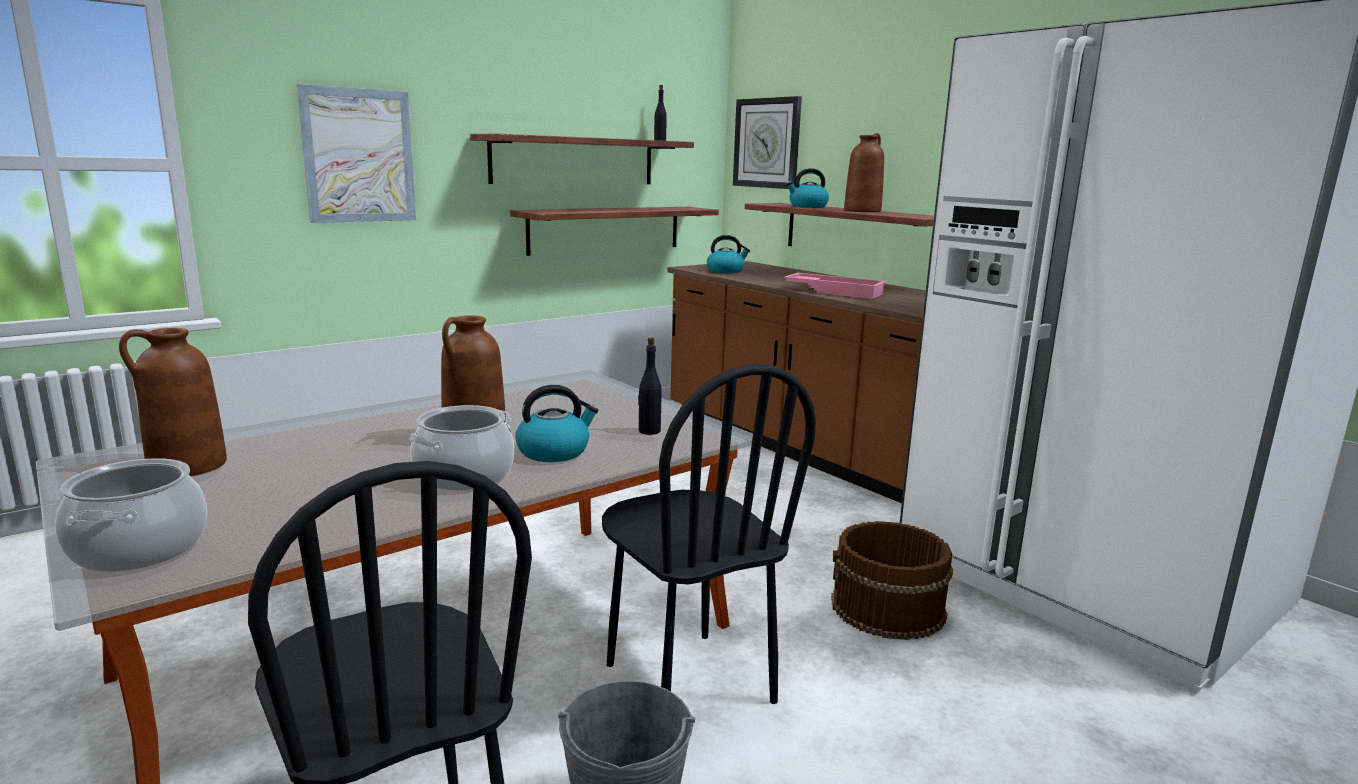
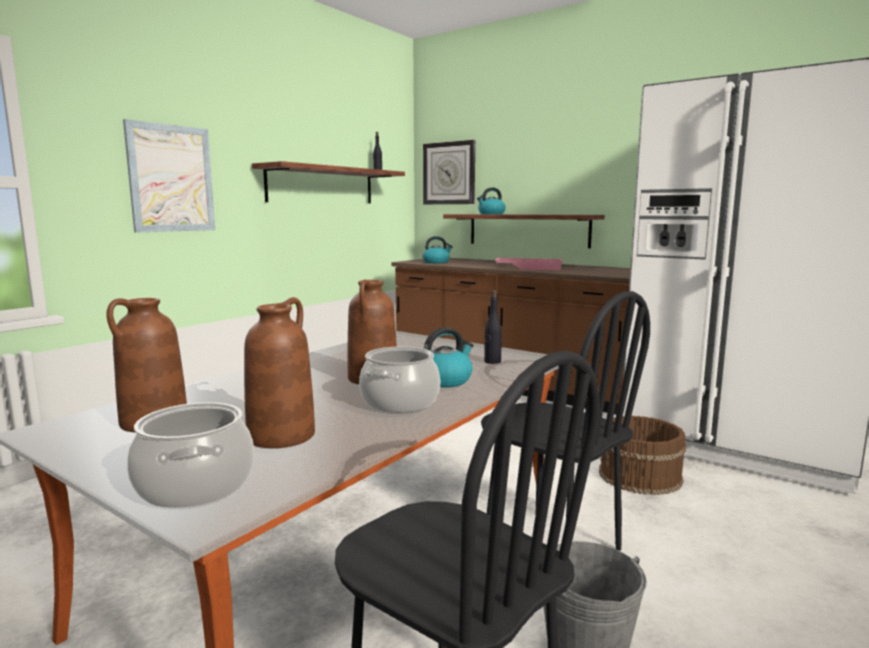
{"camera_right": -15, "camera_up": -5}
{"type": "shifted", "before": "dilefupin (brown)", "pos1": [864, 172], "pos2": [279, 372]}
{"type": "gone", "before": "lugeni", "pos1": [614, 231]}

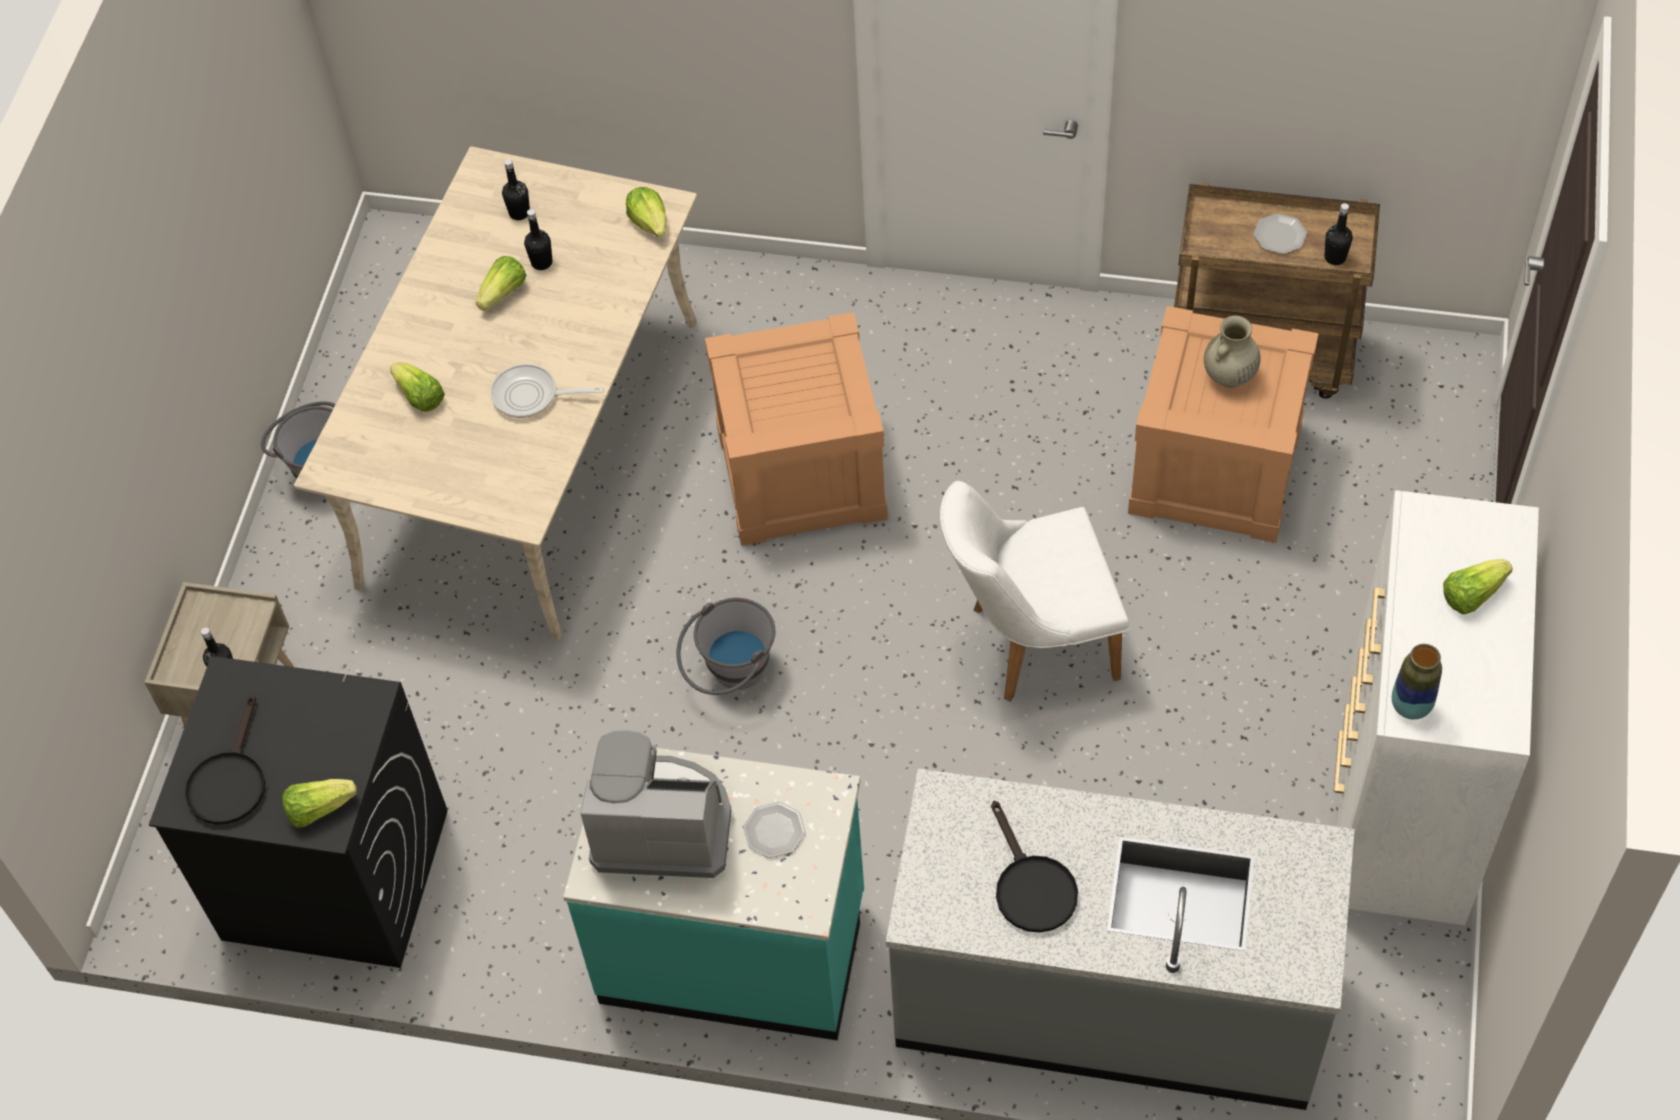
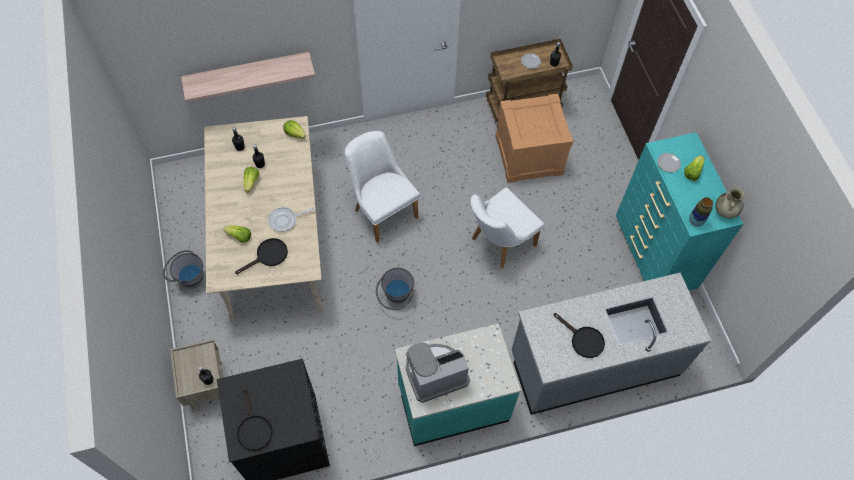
{"camera_right": -30, "camera_up": 5}
{"type": "swapped", "before": "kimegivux", "after": "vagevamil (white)", "pos1": [796, 429], "pos2": [382, 187]}
{"type": "shifted", "before": "dilefupin (beige)", "pos1": [1232, 352], "pos2": [730, 203]}
{"type": "repainted", "before": "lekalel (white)", "after": "lekalel (turquoise)", "pos1": [1436, 707], "pos2": [679, 211]}
{"type": "gone", "before": "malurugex", "pos1": [319, 803]}
{"type": "shifted", "before": "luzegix", "pos1": [774, 830], "pos2": [669, 163]}
{"type": "new", "after": "lugeni", "pos2": [248, 77]}
{"type": "new", "after": "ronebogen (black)", "pos2": [261, 256]}

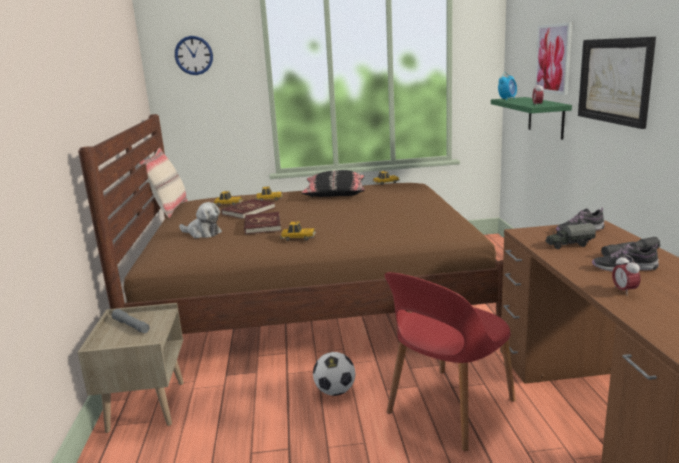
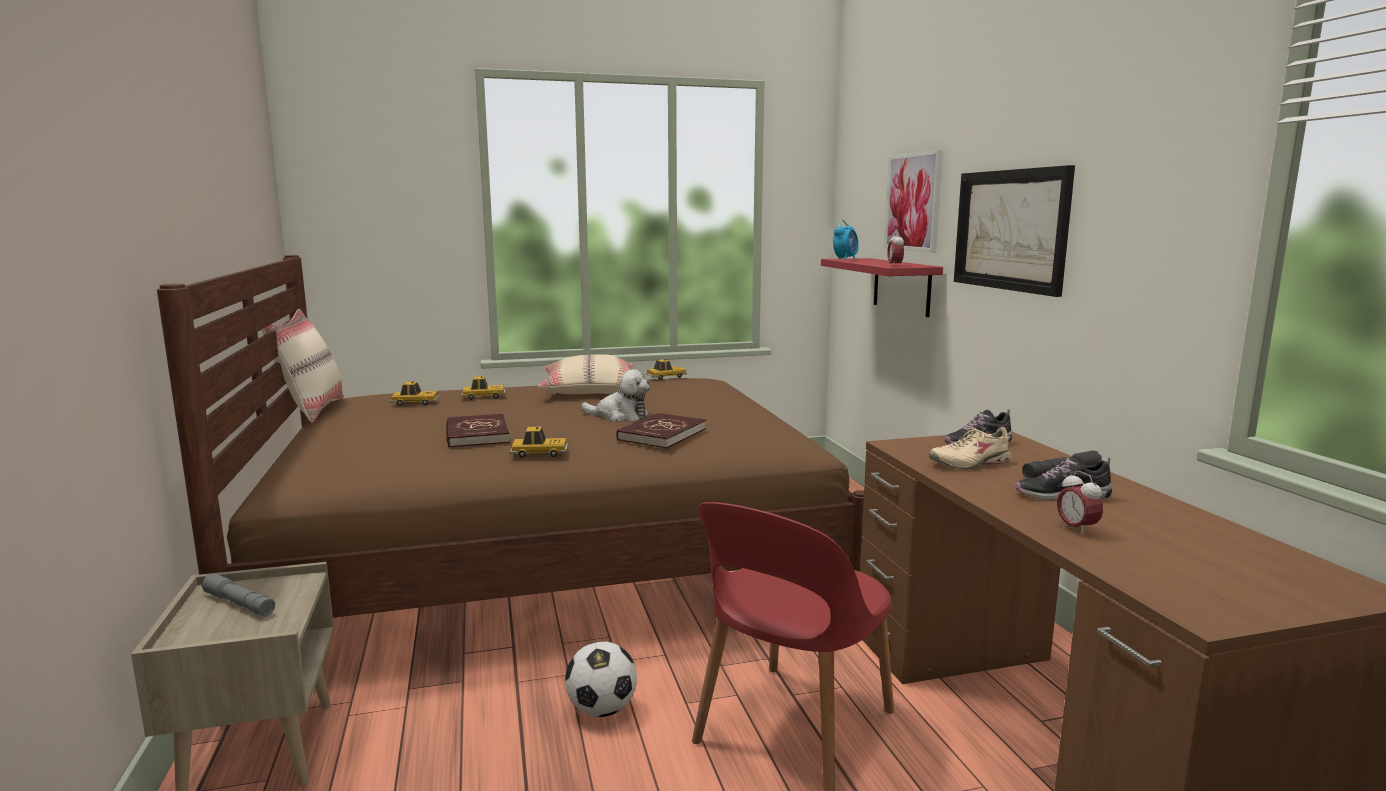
{"camera_right": -10, "camera_up": -5}
{"type": "gone", "before": "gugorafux", "pos1": [194, 55]}
{"type": "repainted", "before": "lugeni (green)", "after": "lugeni (red)", "pos1": [531, 118], "pos2": [882, 287]}
{"type": "repainted", "before": "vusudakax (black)", "after": "vusudakax (beige)", "pos1": [333, 183], "pos2": [586, 374]}
{"type": "shifted", "before": "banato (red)", "pos1": [248, 209], "pos2": [661, 430]}
{"type": "shifted", "before": "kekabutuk", "pos1": [200, 220], "pos2": [615, 395]}
{"type": "swapped", "before": "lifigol", "after": "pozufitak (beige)", "pos1": [570, 236], "pos2": [970, 448]}

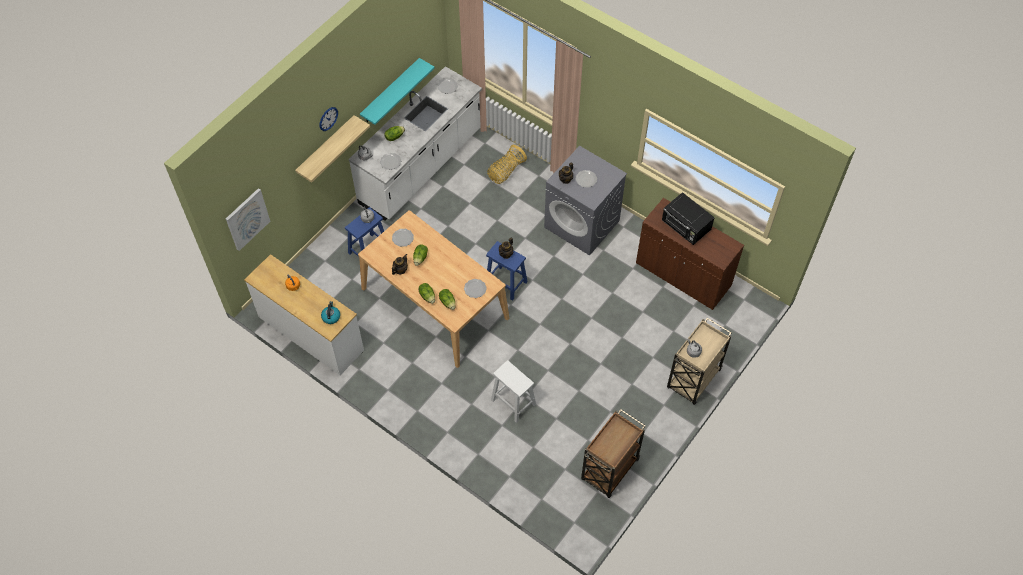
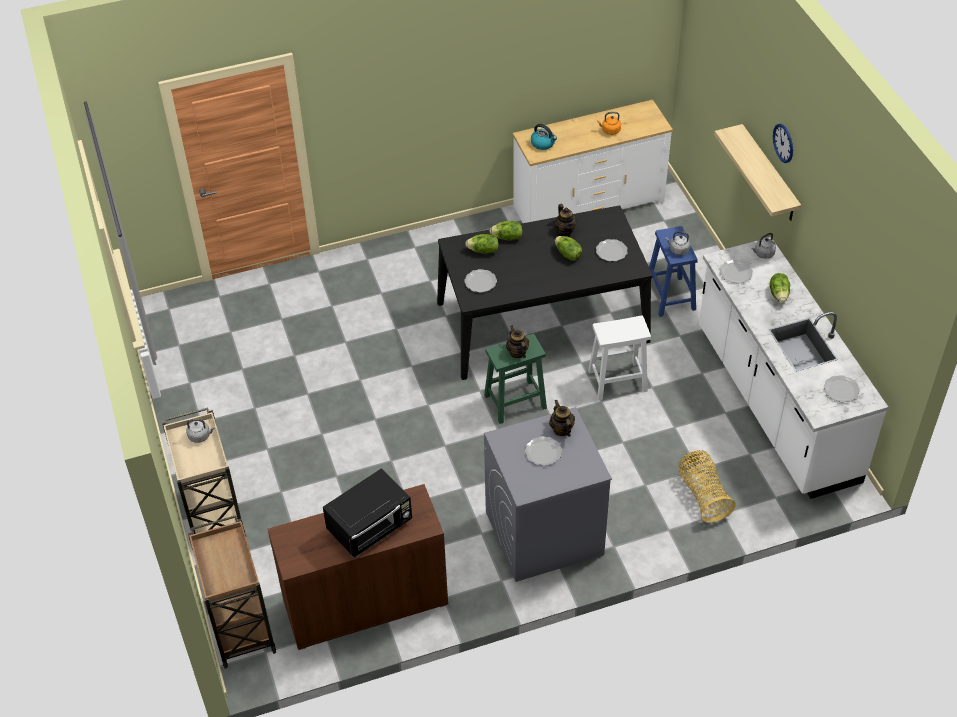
{"camera_right": 125, "camera_up": -10}
{"type": "gone", "before": "lugeni (turquoise)", "pos1": [397, 91]}
{"type": "gone", "before": "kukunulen", "pos1": [248, 219]}
{"type": "rotated", "before": "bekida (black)", "pos1": [688, 218], "pos2": [367, 513], "turn": 150}
{"type": "repainted", "before": "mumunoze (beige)", "after": "mumunoze (black)", "pos1": [433, 289], "pos2": [544, 292]}
{"type": "repainted", "before": "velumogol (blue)", "after": "velumogol (green)", "pos1": [507, 271], "pos2": [515, 379]}
{"type": "shifted", "before": "velumogol (white)", "pos1": [513, 391], "pos2": [619, 357]}
{"type": "shifted", "before": "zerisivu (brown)", "pos1": [613, 453], "pos2": [232, 591]}

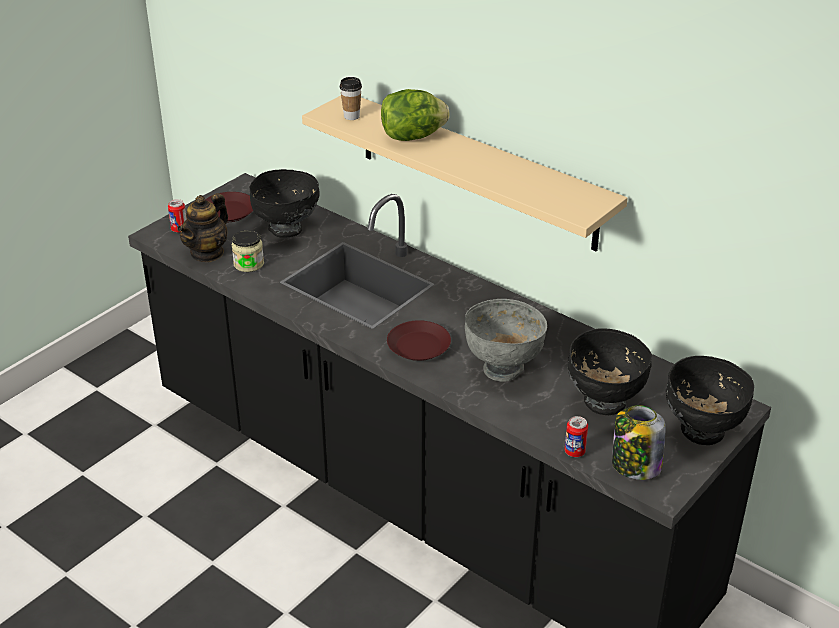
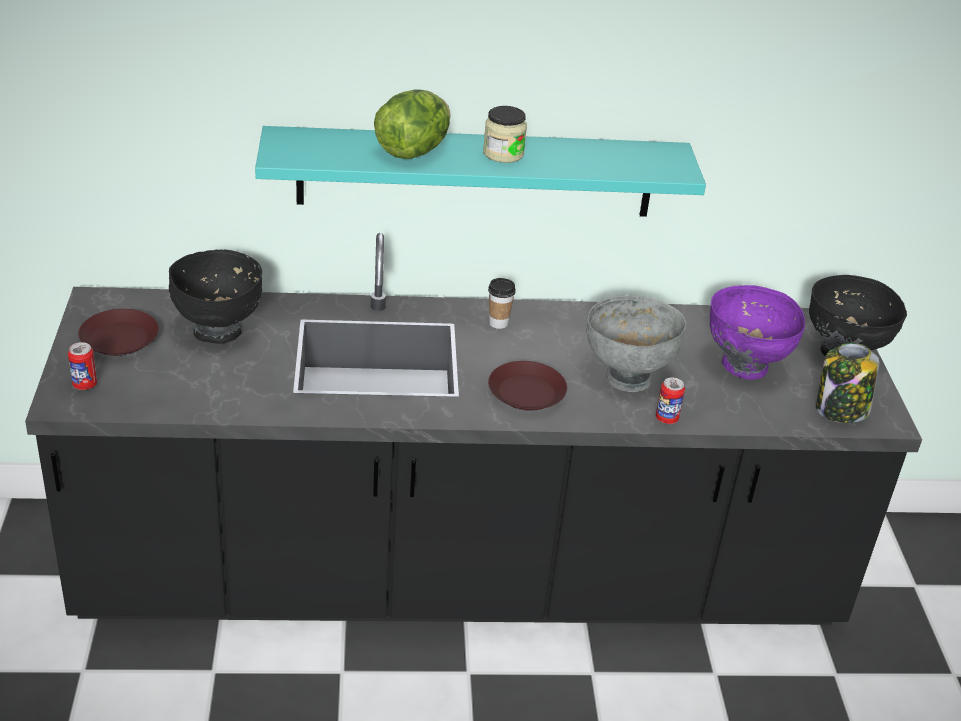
{"camera_right": -45, "camera_up": 0}
{"type": "shifted", "before": "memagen", "pos1": [351, 98], "pos2": [502, 303]}
{"type": "repainted", "before": "lugeni (beige)", "after": "lugeni (turquoise)", "pos1": [465, 173], "pos2": [480, 171]}
{"type": "gone", "before": "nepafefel", "pos1": [202, 227]}
{"type": "shifted", "before": "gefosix", "pos1": [247, 251], "pos2": [505, 134]}
{"type": "repainted", "before": "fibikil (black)", "after": "fibikil (purple)", "pos1": [610, 371], "pos2": [757, 332]}
{"type": "shifted", "before": "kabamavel", "pos1": [576, 436], "pos2": [670, 400]}

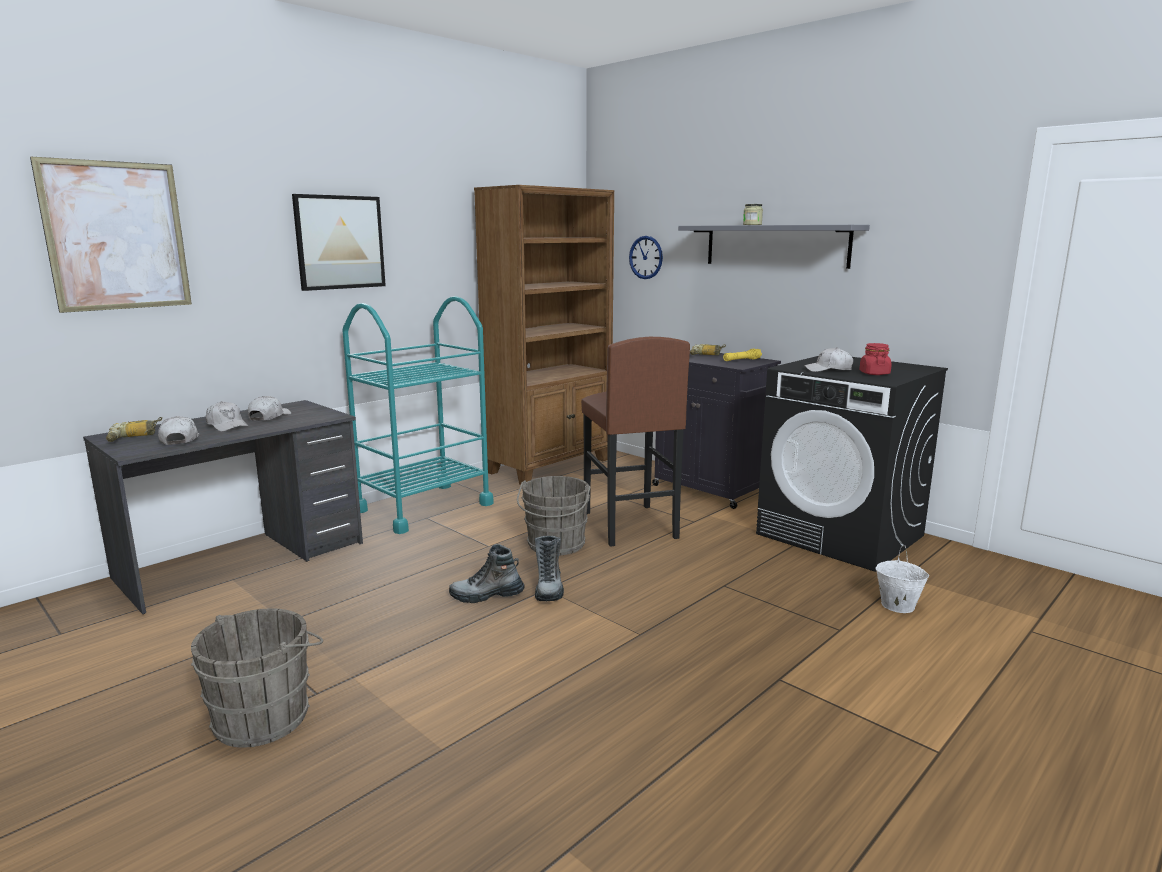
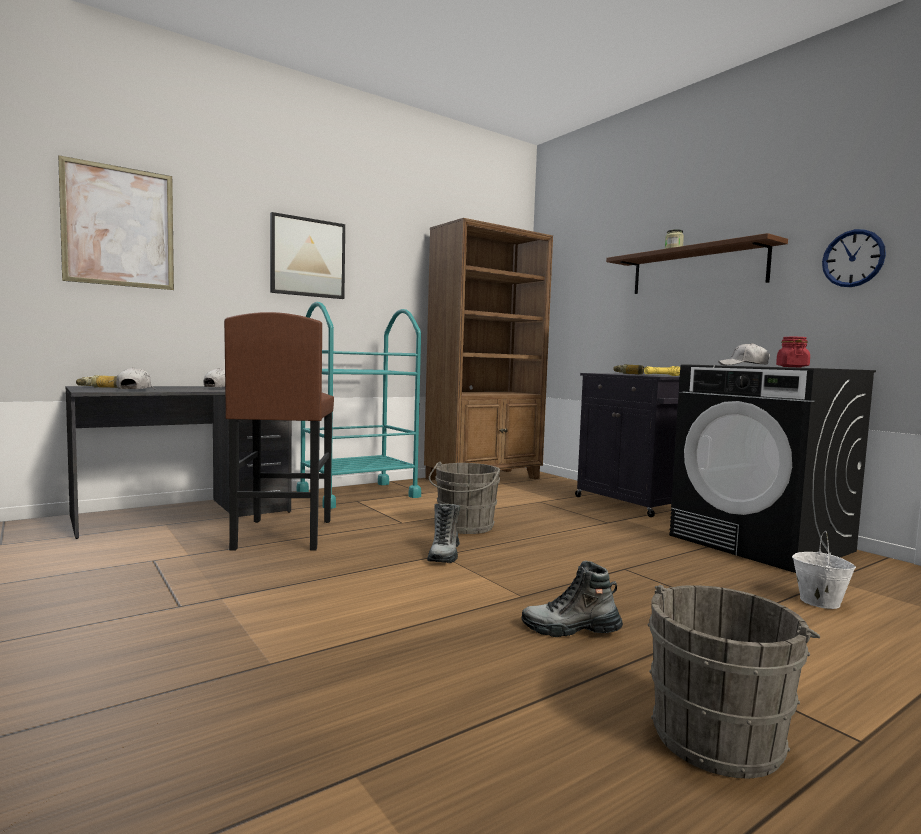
{"camera_right": 10, "camera_up": -10}
{"type": "repainted", "before": "lugeni (grey)", "after": "lugeni (brown)", "pos1": [774, 247], "pos2": [697, 263]}
{"type": "shifted", "before": "gugorafux", "pos1": [646, 257], "pos2": [854, 258]}
{"type": "shifted", "before": "velumogol (brown)", "pos1": [635, 442], "pos2": [279, 431]}
{"type": "gone", "before": "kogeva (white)", "pos1": [227, 416]}
{"type": "shifted", "before": "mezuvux", "pos1": [487, 573], "pos2": [572, 599]}
{"type": "shifted", "before": "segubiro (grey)", "pos1": [257, 678], "pos2": [734, 682]}

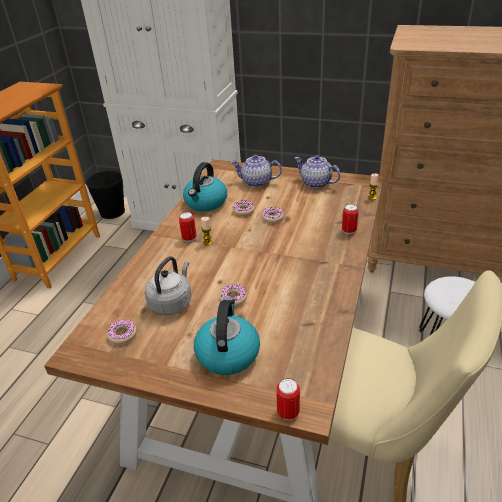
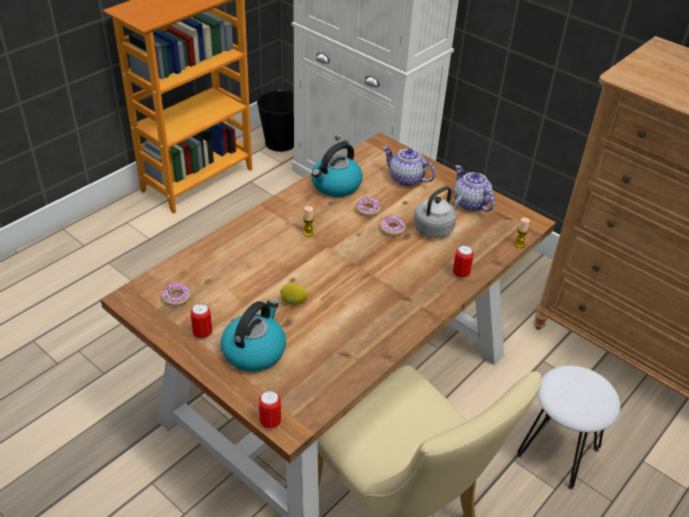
{"camera_right": 20, "camera_up": 5}
{"type": "shifted", "before": "kabamavel", "pos1": [188, 227], "pos2": [201, 321]}
{"type": "shifted", "before": "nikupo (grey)", "pos1": [168, 285], "pos2": [438, 212]}
{"type": "swapped", "before": "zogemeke", "after": "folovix", "pos1": [233, 295], "pos2": [294, 294]}

